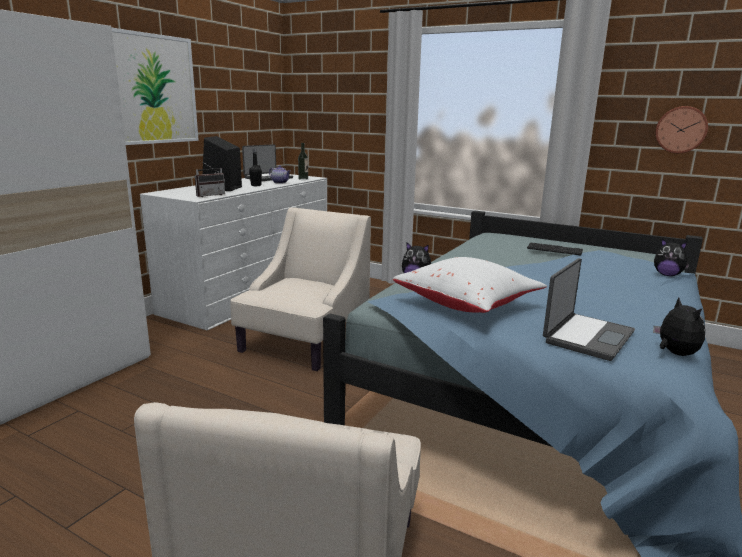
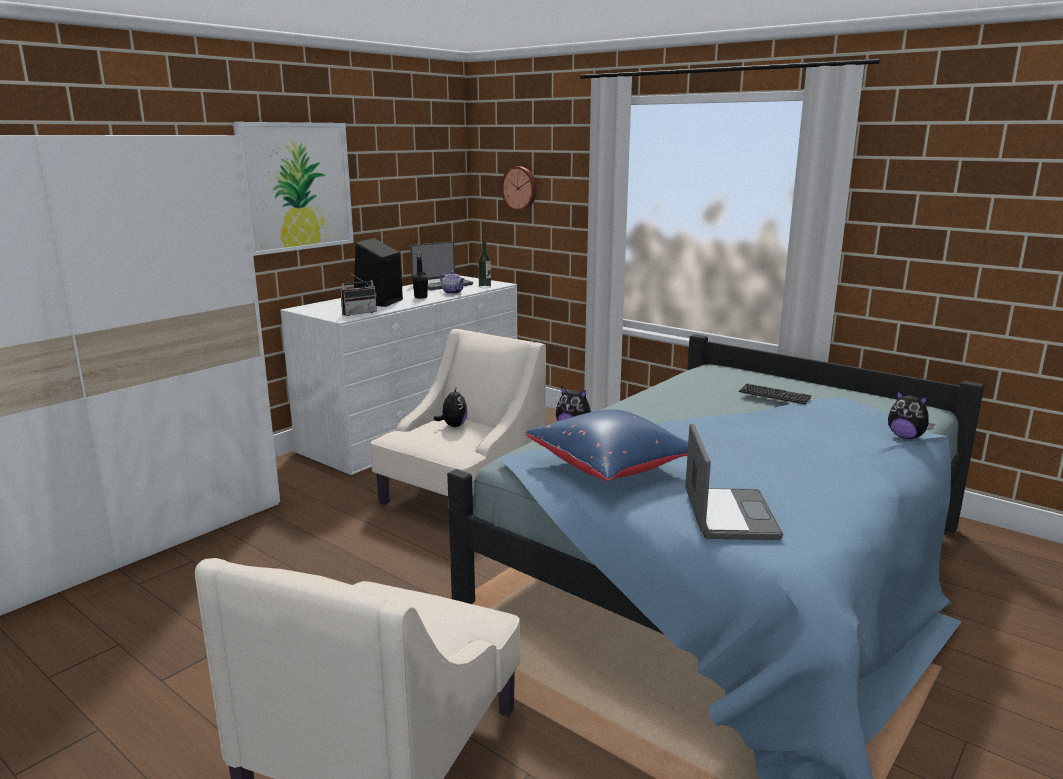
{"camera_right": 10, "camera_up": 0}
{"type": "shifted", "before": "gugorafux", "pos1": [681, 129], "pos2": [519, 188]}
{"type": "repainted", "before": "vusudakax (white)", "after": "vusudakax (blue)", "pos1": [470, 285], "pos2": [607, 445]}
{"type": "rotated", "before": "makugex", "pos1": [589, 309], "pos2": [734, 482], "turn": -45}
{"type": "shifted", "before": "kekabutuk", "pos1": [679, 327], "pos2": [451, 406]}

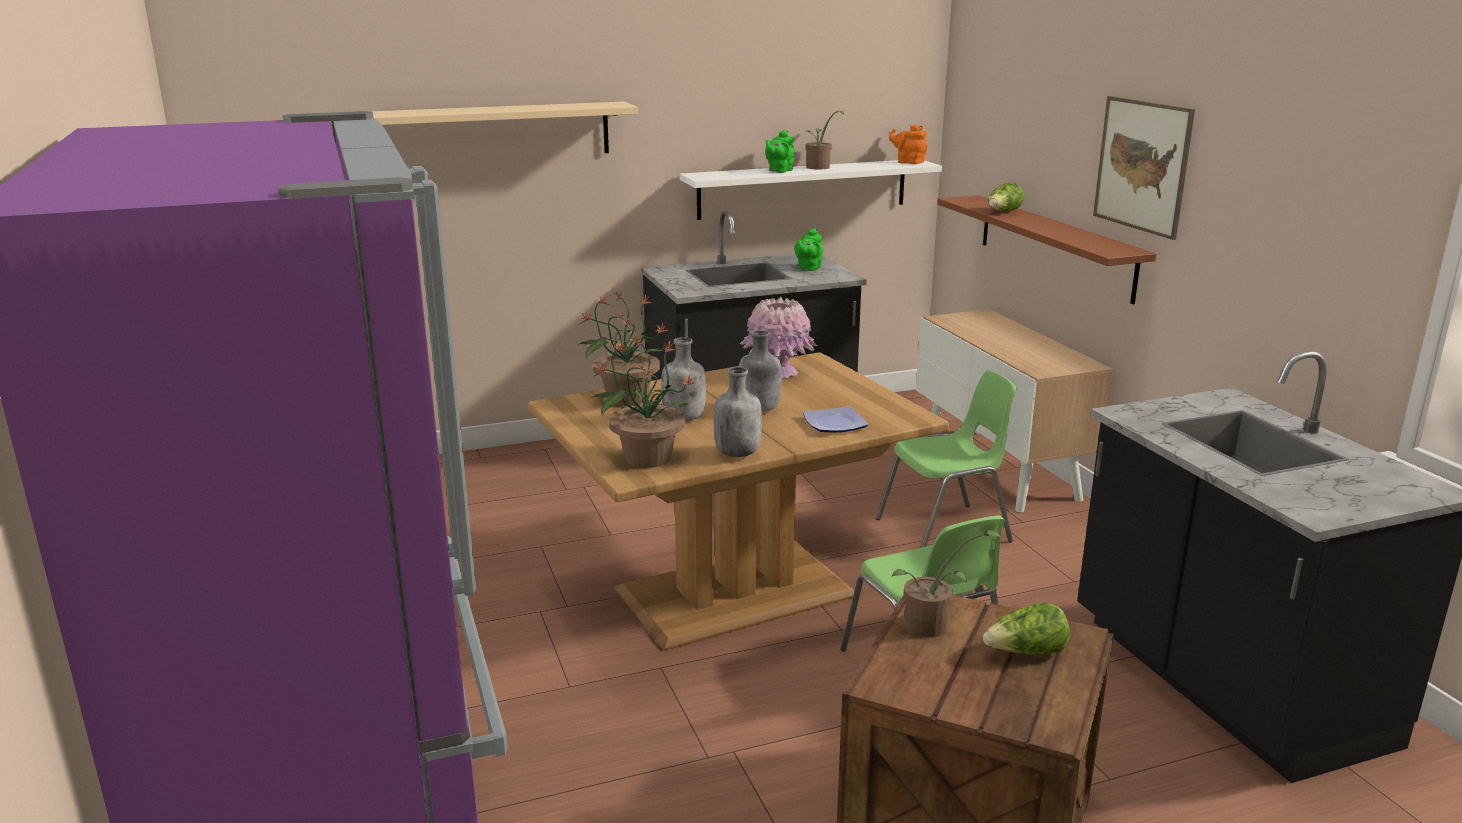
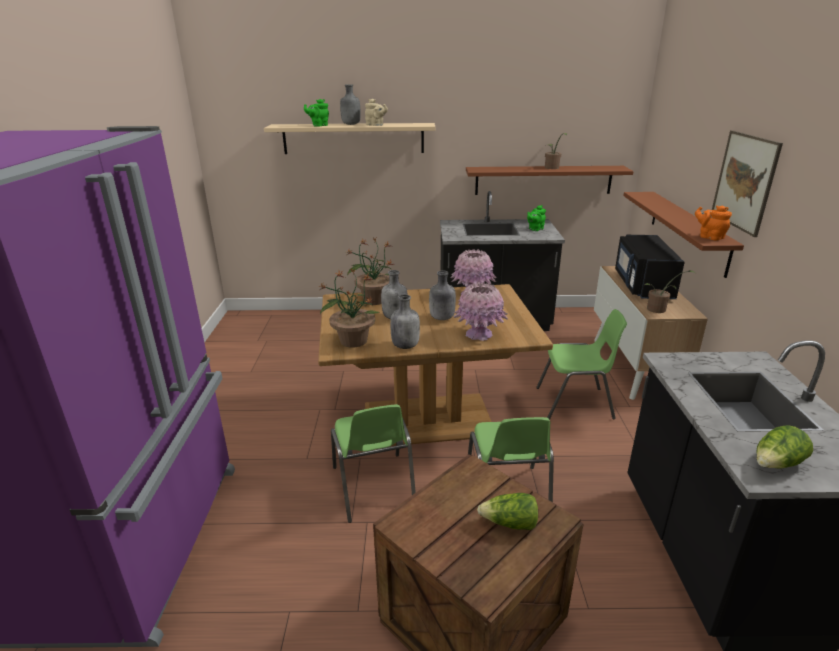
{"camera_right": 20, "camera_up": 5}
{"type": "shifted", "before": "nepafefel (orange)", "pos1": [908, 144], "pos2": [713, 223]}
{"type": "shifted", "before": "nepafefel (green)", "pos1": [780, 151], "pos2": [316, 113]}
{"type": "repainted", "before": "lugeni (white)", "after": "lugeni (brown)", "pos1": [811, 190], "pos2": [550, 180]}
{"type": "shifted", "before": "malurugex", "pos1": [1006, 196], "pos2": [785, 446]}
{"type": "swapped", "before": "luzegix", "after": "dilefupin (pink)", "pos1": [836, 419], "pos2": [480, 311]}
{"type": "shifted", "before": "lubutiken", "pos1": [947, 584], "pos2": [670, 291]}
{"type": "new", "after": "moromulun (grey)", "pos2": [350, 104]}
{"type": "new", "after": "nepafefel (beige)", "pos2": [376, 112]}
{"type": "new", "after": "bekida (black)", "pos2": [650, 267]}
{"type": "new", "after": "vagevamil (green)", "pos2": [373, 463]}

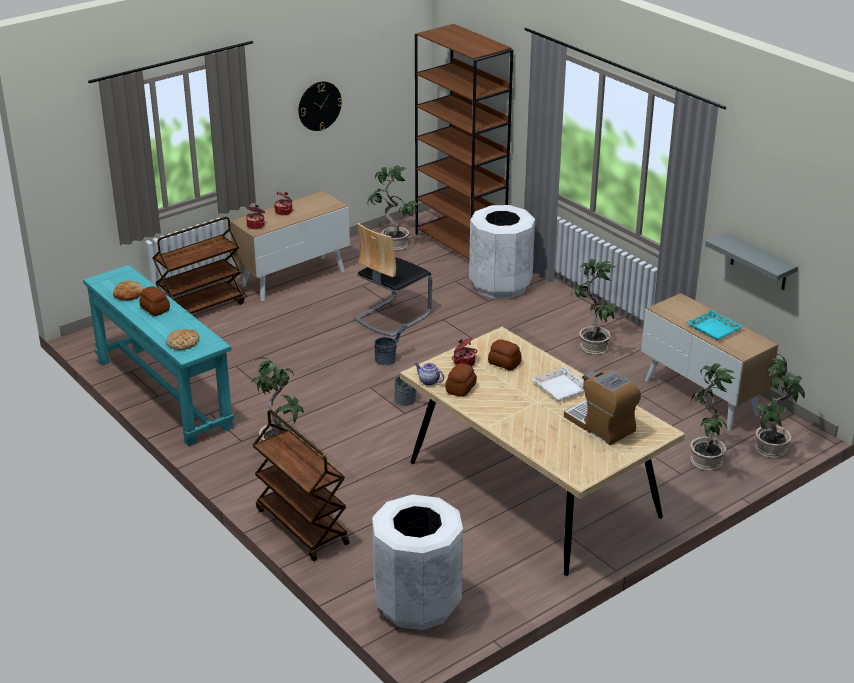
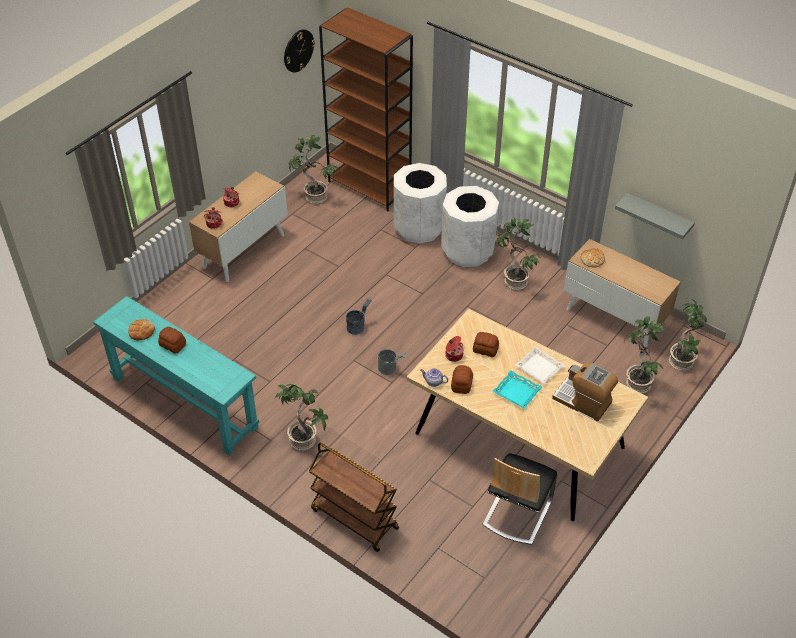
{"camera_right": -15, "camera_up": 15}
{"type": "shifted", "before": "gugorafux", "pos1": [320, 106], "pos2": [299, 51]}
{"type": "gone", "before": "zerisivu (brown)", "pos1": [199, 265]}
{"type": "shifted", "before": "vagevamil", "pos1": [393, 280], "pos2": [520, 499]}
{"type": "shifted", "before": "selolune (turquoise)", "pos1": [715, 325], "pos2": [517, 389]}
{"type": "shifted", "before": "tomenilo", "pos1": [182, 339], "pos2": [593, 258]}
{"type": "shifted", "before": "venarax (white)", "pos1": [417, 562], "pos2": [470, 226]}

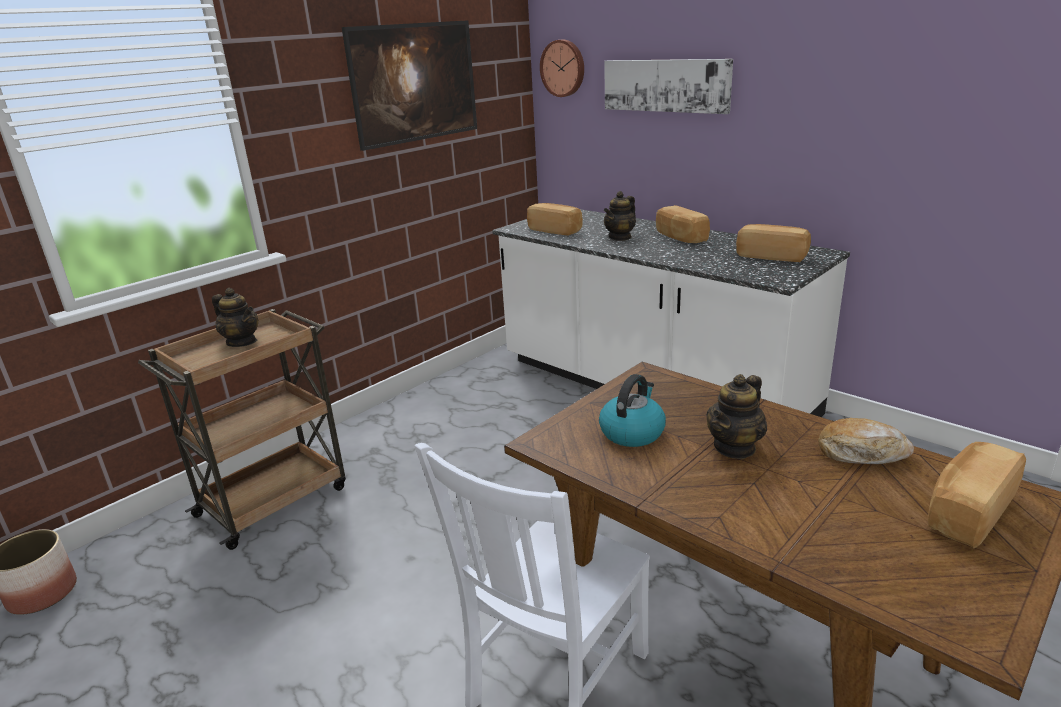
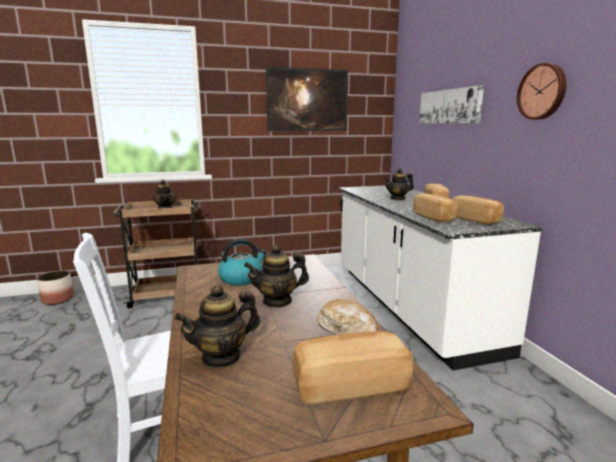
{"camera_right": 30, "camera_up": -10}
{"type": "shifted", "before": "gugorafux", "pos1": [562, 68], "pos2": [541, 91]}
{"type": "shifted", "before": "tomenilo", "pos1": [555, 219], "pos2": [435, 208]}
{"type": "new", "after": "nepafefel", "pos2": [217, 327]}

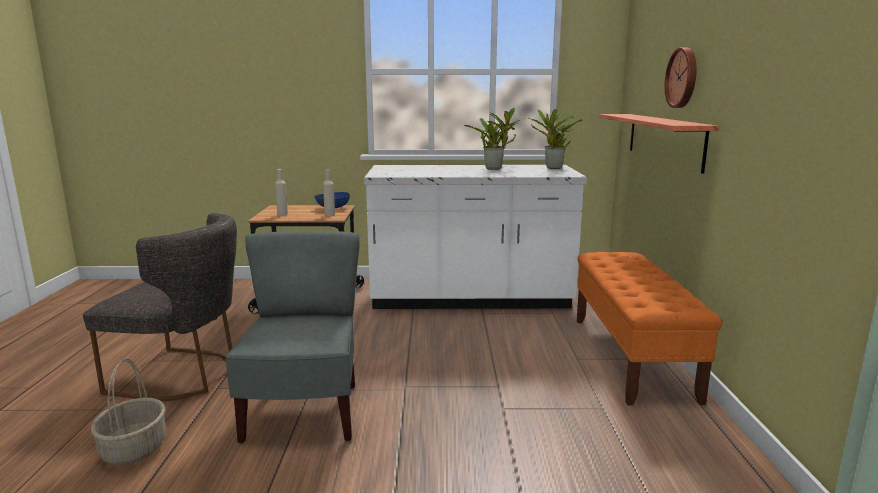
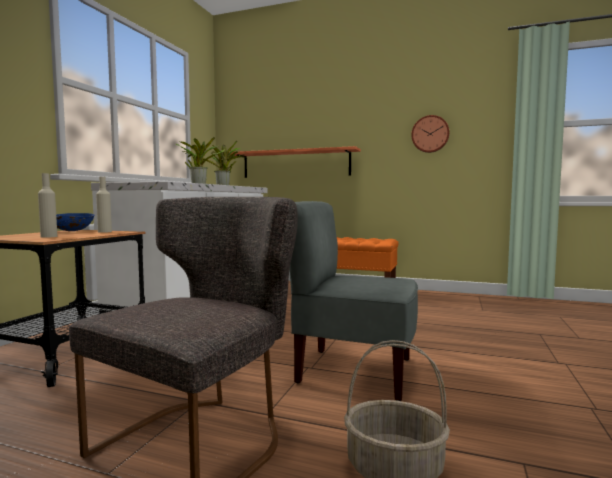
{"camera_right": -70, "camera_up": -10}
{"type": "shifted", "before": "gugorafux", "pos1": [680, 78], "pos2": [430, 134]}

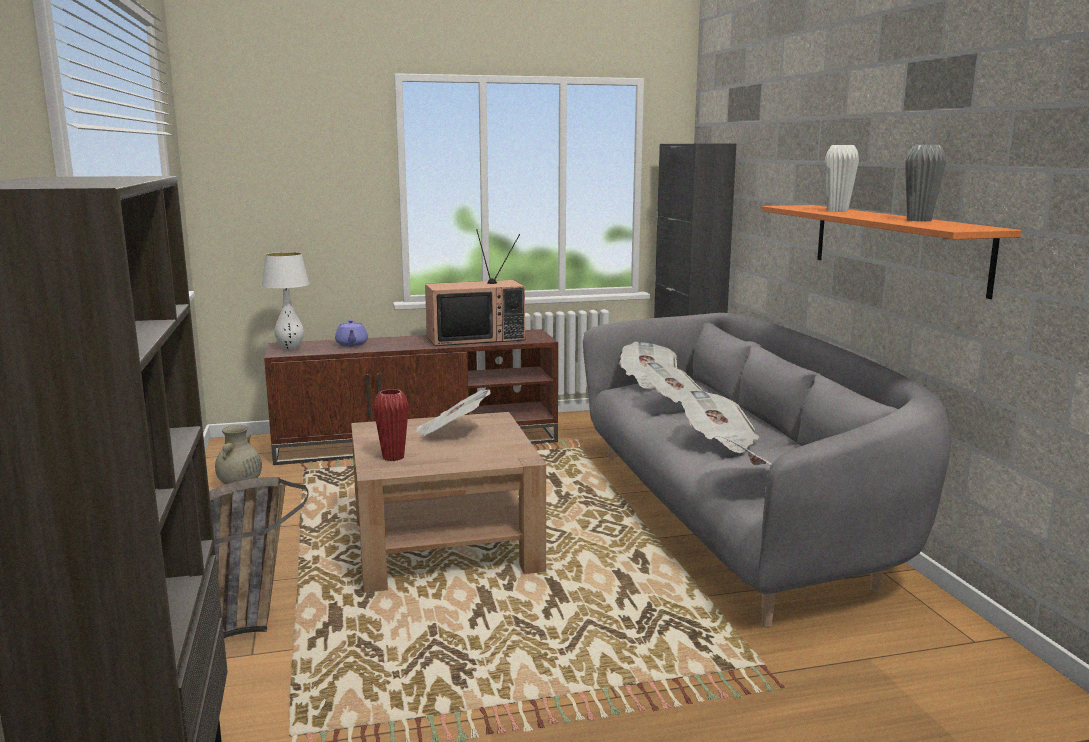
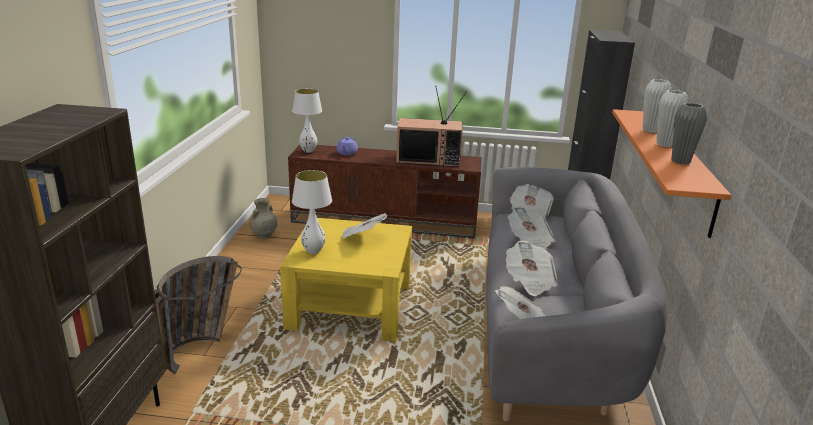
{"camera_right": 20, "camera_up": 10}
{"type": "swapped", "before": "dilefupin (red)", "after": "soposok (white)", "pos1": [391, 425], "pos2": [312, 212]}
{"type": "repainted", "before": "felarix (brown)", "after": "felarix (yellow)", "pos1": [448, 502], "pos2": [346, 279]}
{"type": "new", "after": "dilefupin (white)", "pos2": [672, 118]}

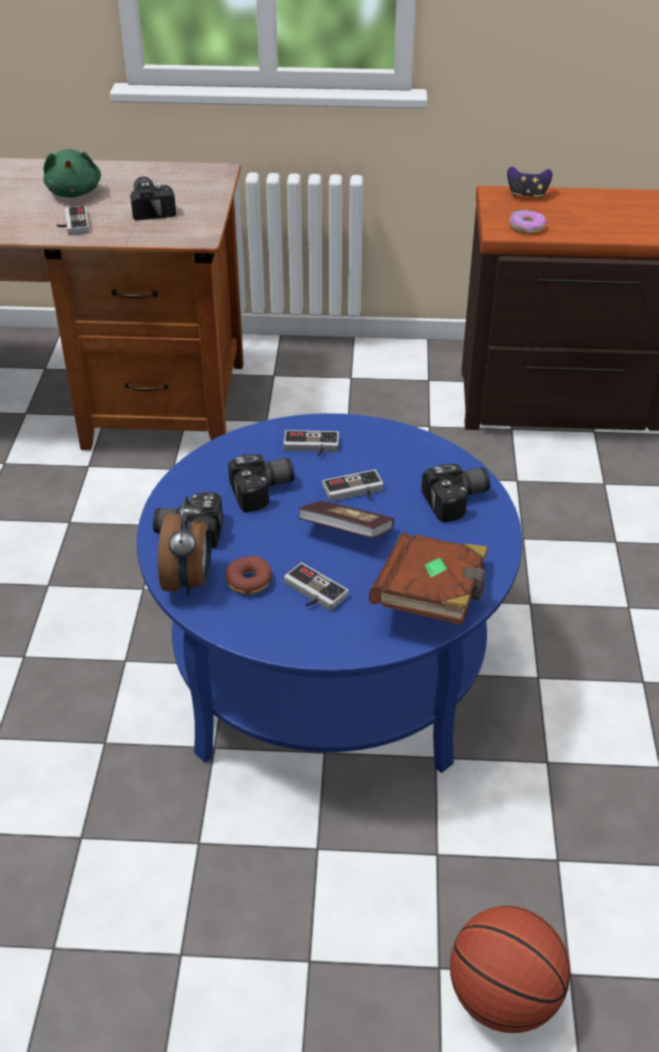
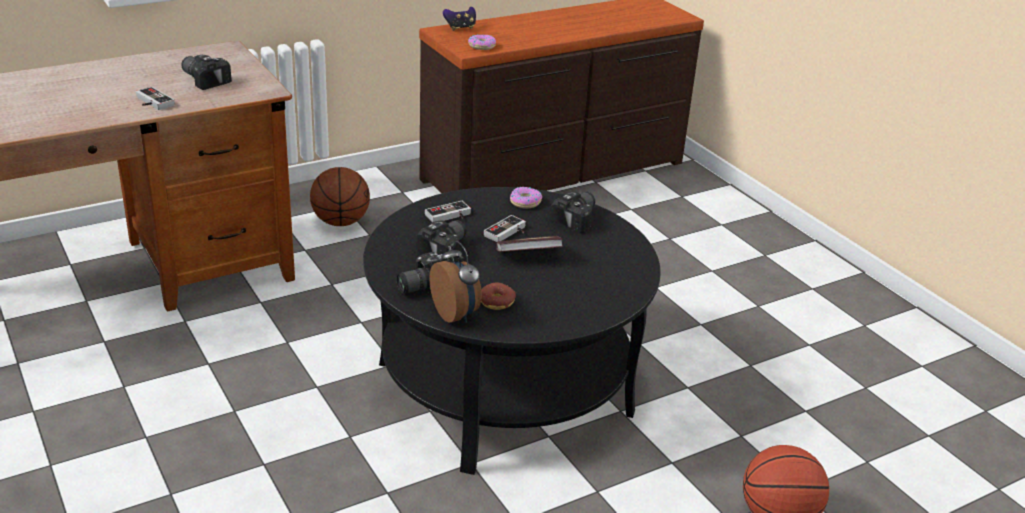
{"camera_right": -35, "camera_up": -10}
{"type": "gone", "before": "kekabutuk (green)", "pos1": [72, 173]}
{"type": "repainted", "before": "felarix (blue)", "after": "felarix (black)", "pos1": [329, 593], "pos2": [512, 331]}
{"type": "gone", "before": "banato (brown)", "pos1": [428, 578]}
{"type": "gone", "before": "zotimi", "pos1": [316, 586]}
{"type": "new", "after": "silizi", "pos2": [340, 196]}
{"type": "new", "after": "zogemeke", "pos2": [526, 198]}

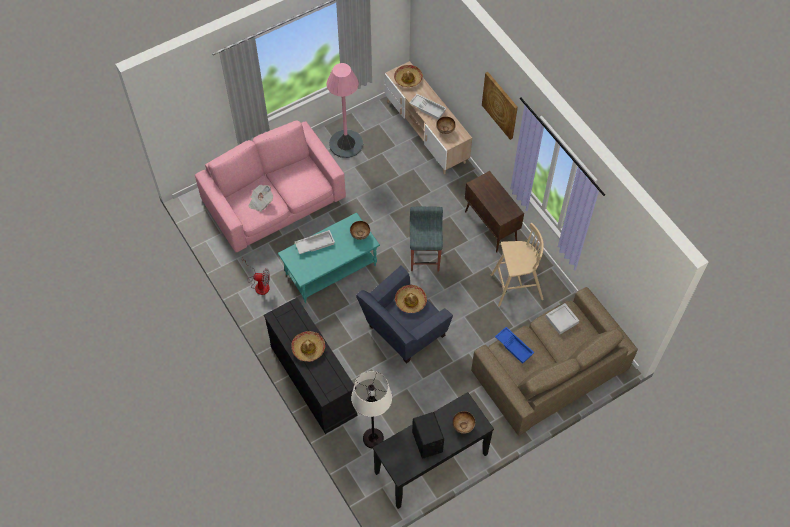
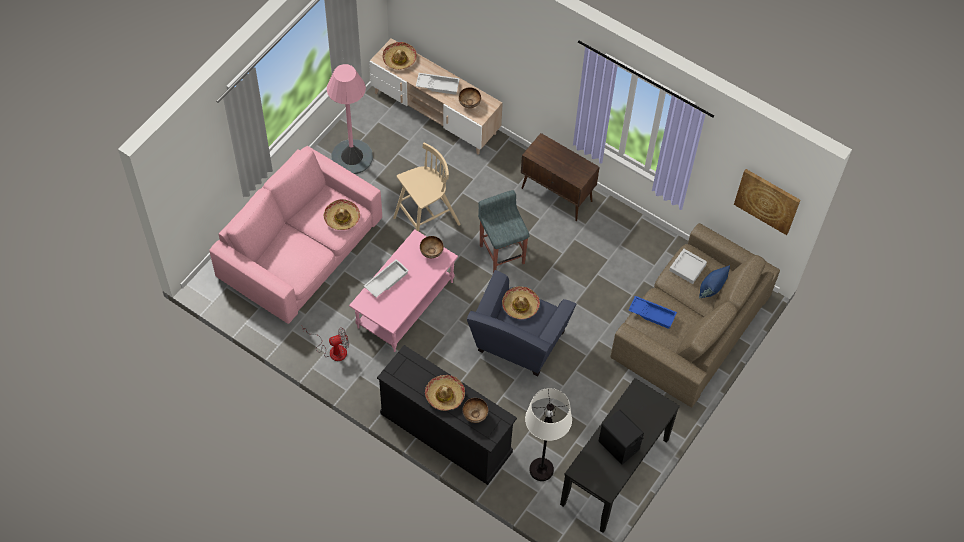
{"camera_right": -25, "camera_up": 0}
{"type": "shifted", "before": "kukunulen", "pos1": [500, 106], "pos2": [767, 202]}
{"type": "gone", "before": "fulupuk", "pos1": [260, 198]}
{"type": "repainted", "before": "felarix (turquoise)", "after": "felarix (pink)", "pos1": [329, 257], "pos2": [403, 290]}
{"type": "shifted", "before": "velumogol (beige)", "pos1": [517, 265], "pos2": [427, 187]}
{"type": "shifted", "before": "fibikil", "pos1": [464, 422], "pos2": [475, 410]}
{"type": "new", "after": "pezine", "pos2": [342, 214]}
{"type": "new", "after": "vusudakax (blue)", "pos2": [714, 282]}

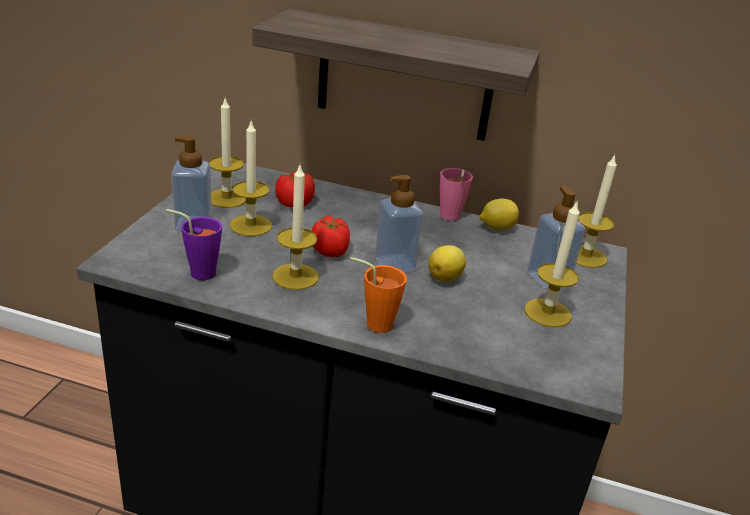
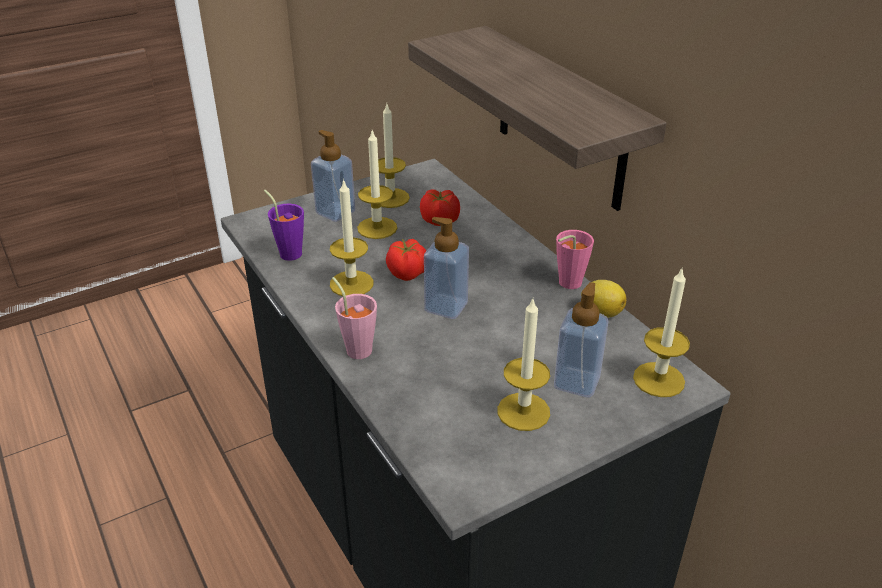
{"camera_right": 45, "camera_up": 5}
{"type": "gone", "before": "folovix", "pos1": [447, 263]}
{"type": "repainted", "before": "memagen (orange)", "after": "memagen (pink)", "pos1": [379, 295], "pos2": [354, 318]}

